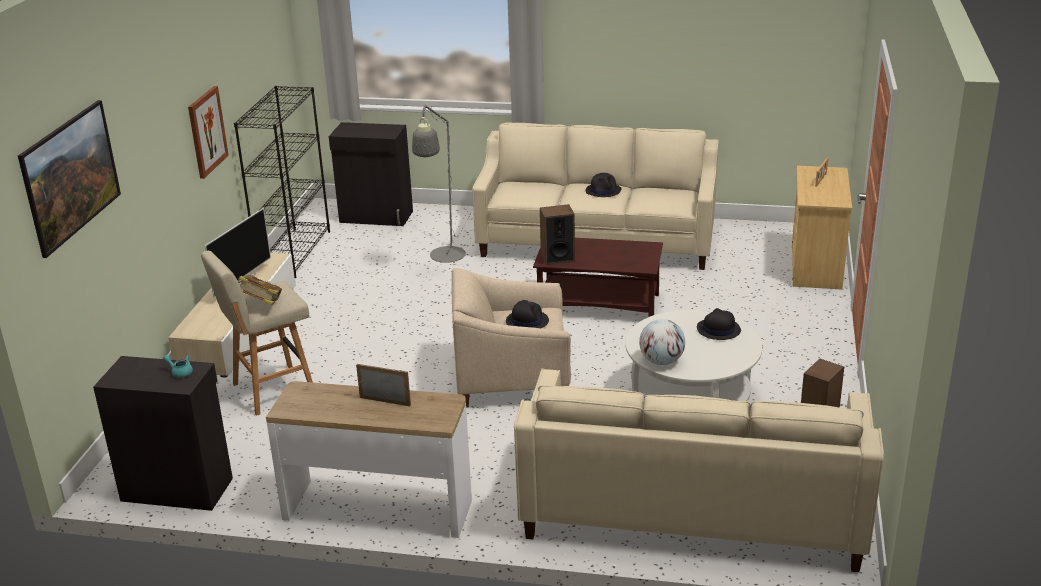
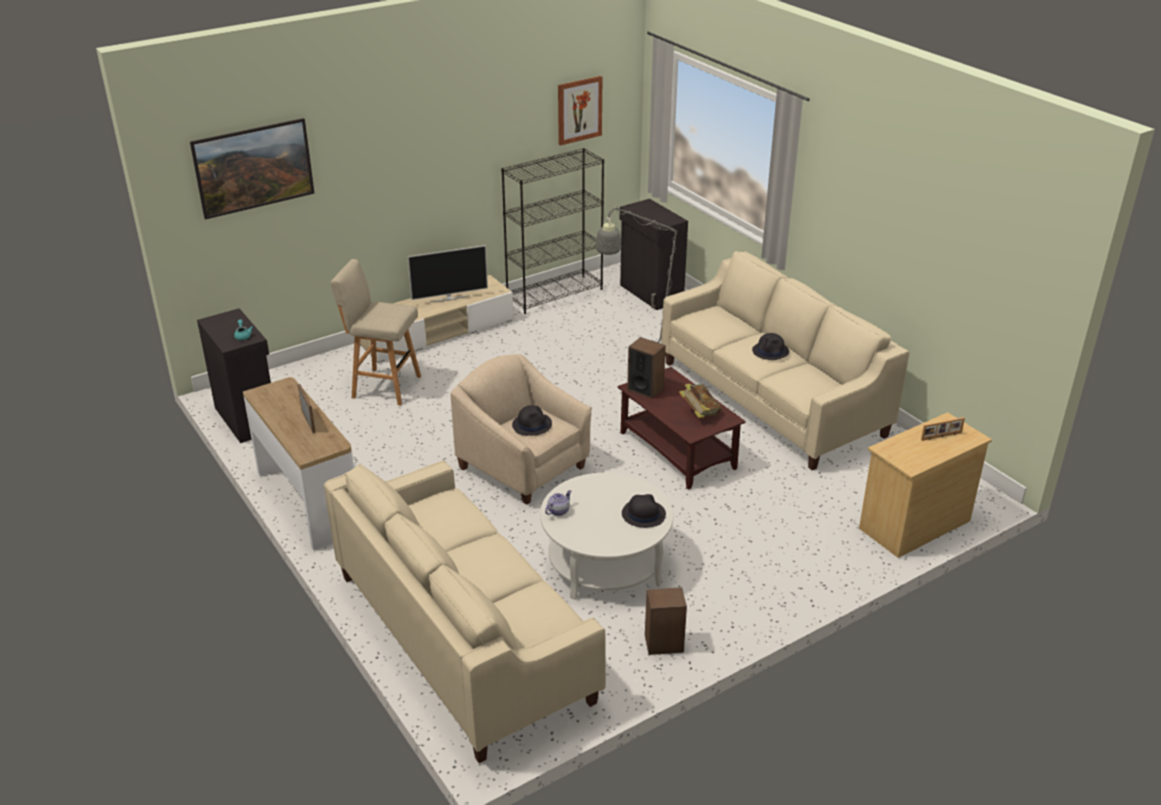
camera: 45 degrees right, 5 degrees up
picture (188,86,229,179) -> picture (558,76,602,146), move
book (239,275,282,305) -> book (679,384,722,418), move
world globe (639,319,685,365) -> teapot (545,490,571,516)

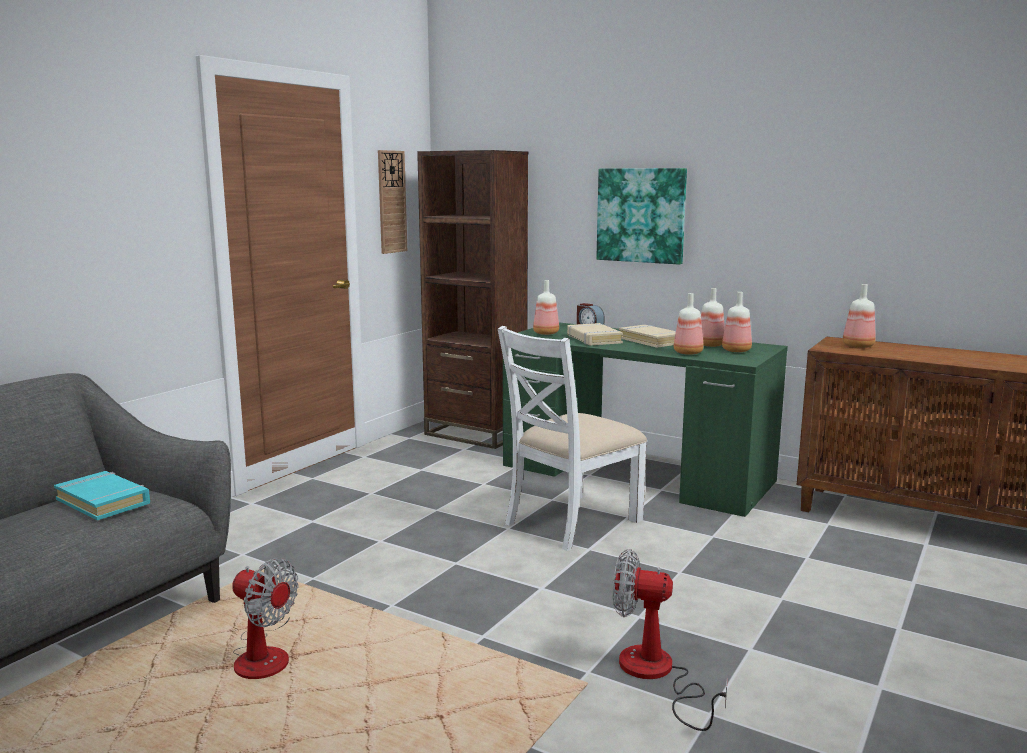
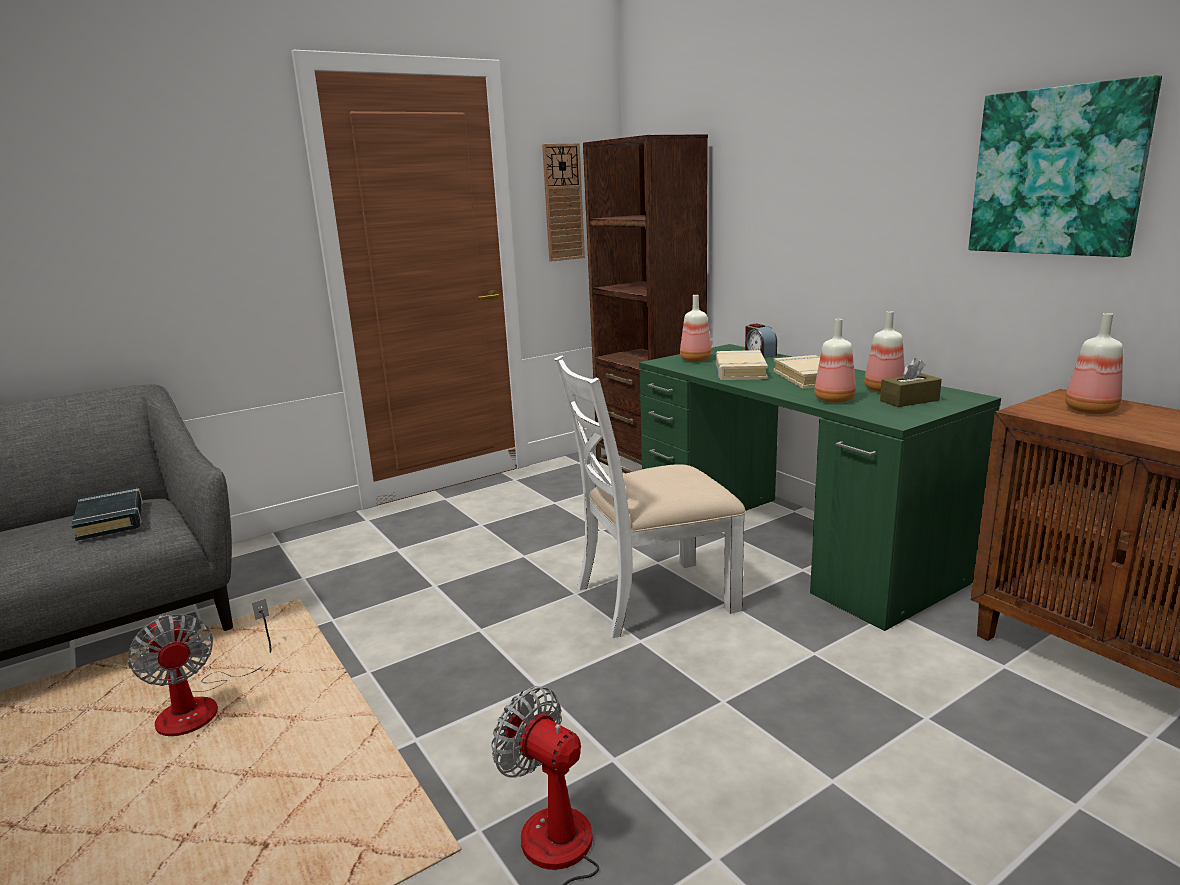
camera: 25 degrees right, 5 degrees up
picture (596,168,687,265) -> picture (969,75,1162,257), move
drink bottle (722,292,752,352) -> brown-coloured box of tissues (880,358,942,407)
blue-green book (54,471,150,520) -> blackish book (71,486,143,541)

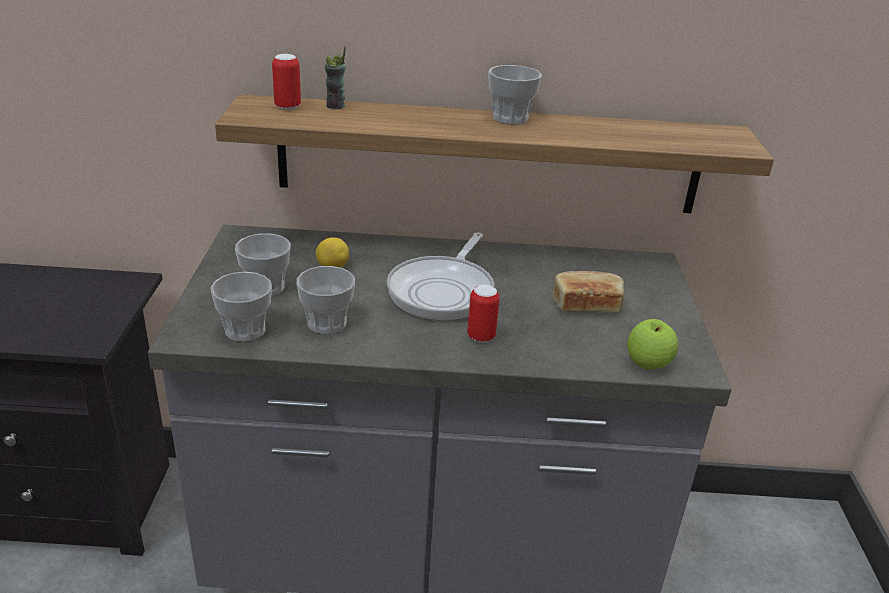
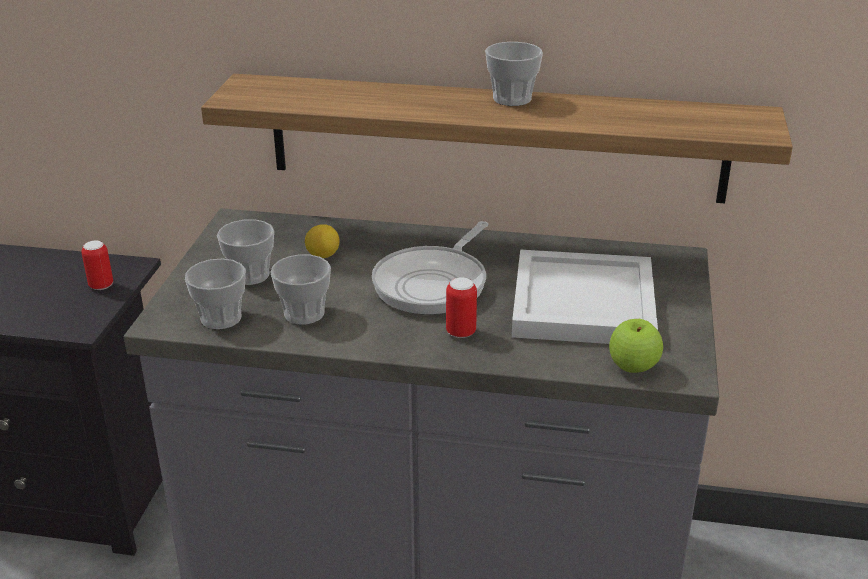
camera: 10 degrees right, 0 degrees up
small cup (325,47,346,109) -> none
sealed can (272,54,301,110) -> sealed can (81,241,113,290), move
bread (553,271,624,313) -> white-coloured serving tray (512,250,658,344)

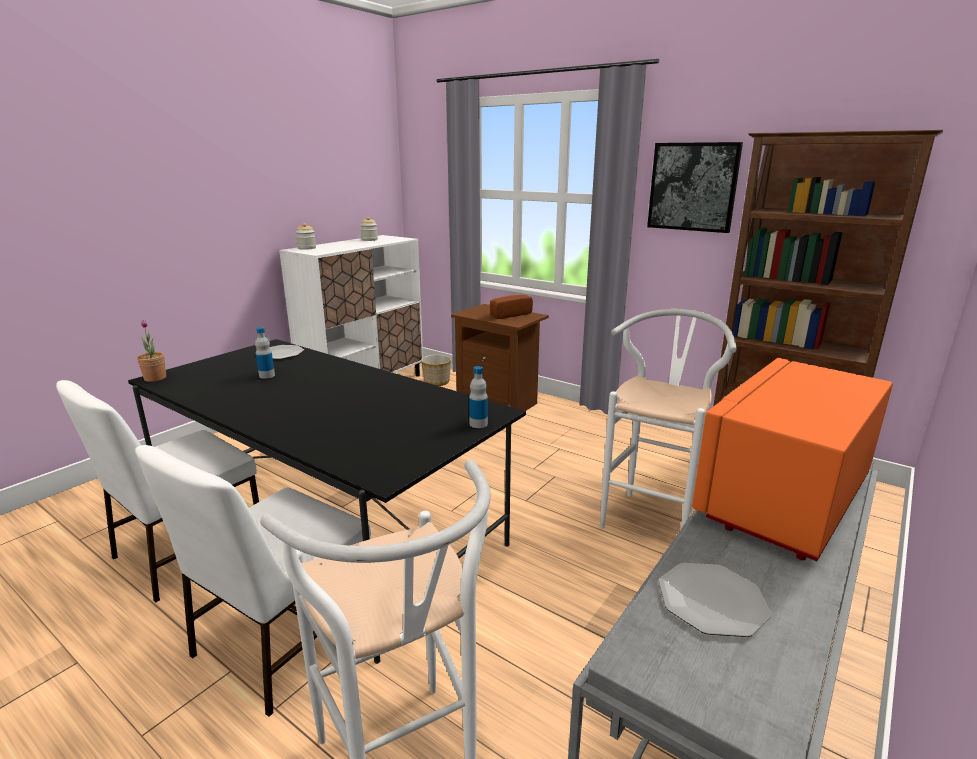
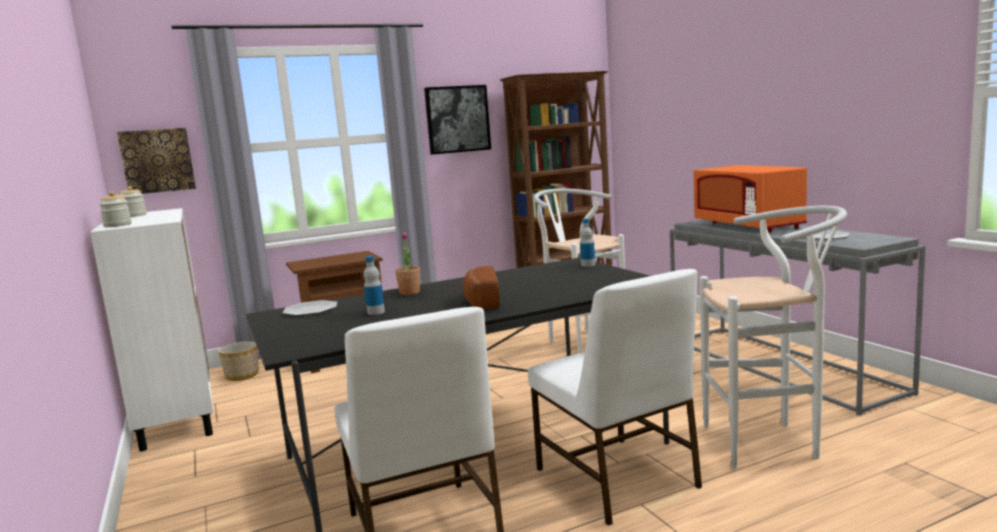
camera: 60 degrees left, 10 degrees down
bread (490,295,533,319) -> bread (463,266,500,309), move
potted plant (137,320,166,382) -> potted plant (395,232,420,295), move
none -> picture (117,128,196,194)

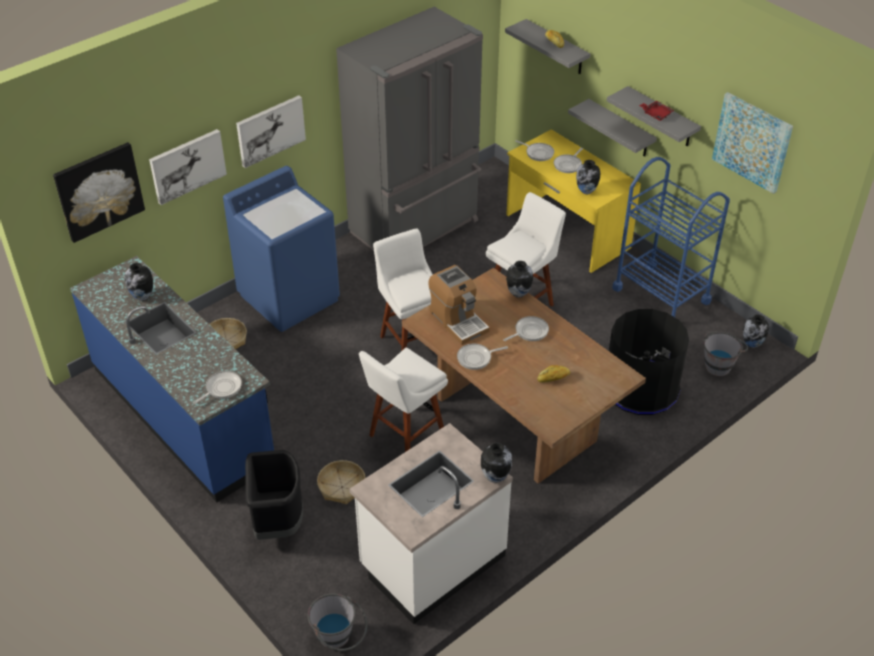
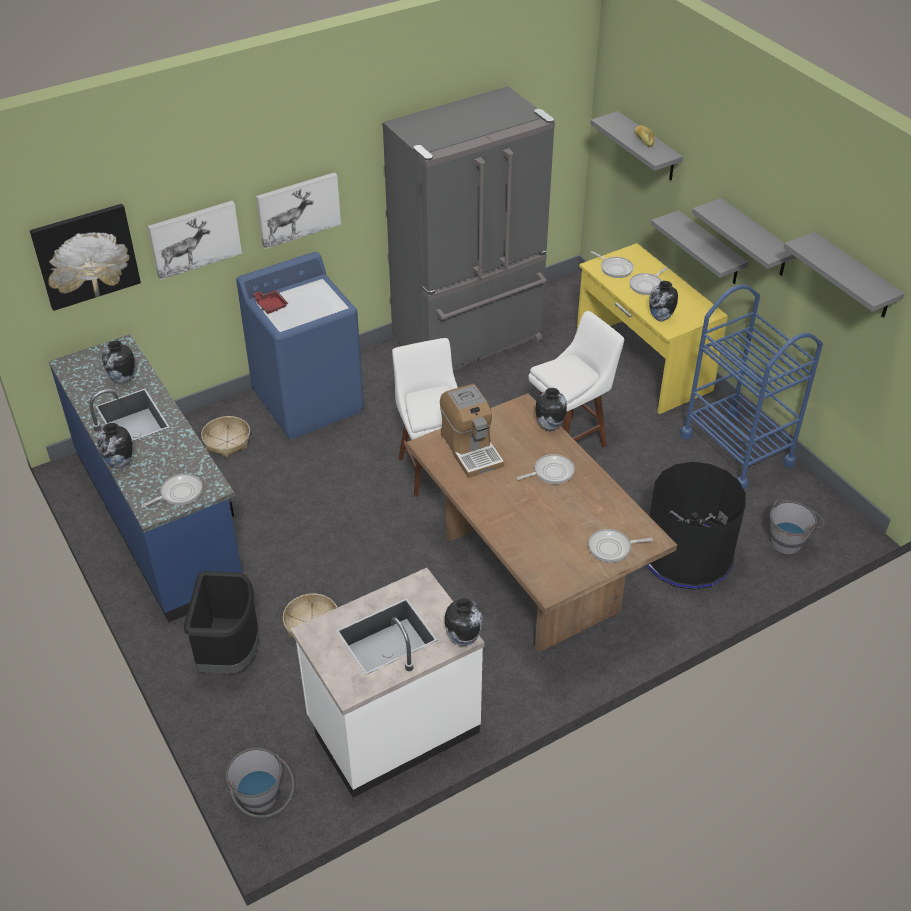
camera: 10 degrees right, 0 degrees up
picture (712,92,793,194) -> grey shelf (784,232,905,318)
red serving tray (639,101,674,121) -> red serving tray (253,290,288,314), move
decorative vase (743,314,769,348) -> decorative vase (97,423,132,468), move
pan (457,344,508,370) -> pan (588,529,653,563), move
white-coloured sitting stool (359,348,448,452) -> none
bread (537,365,570,383) -> none

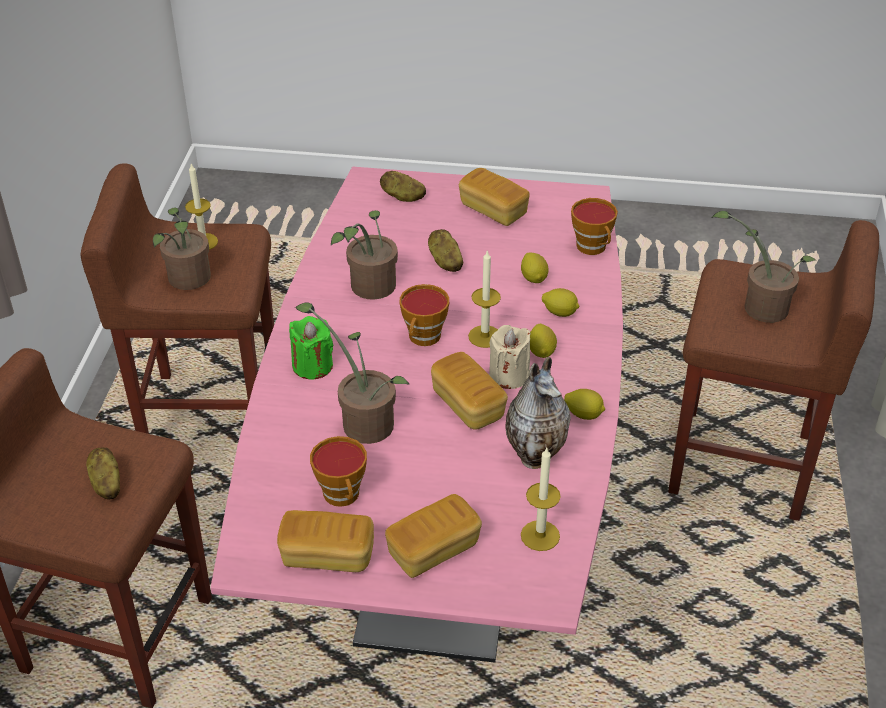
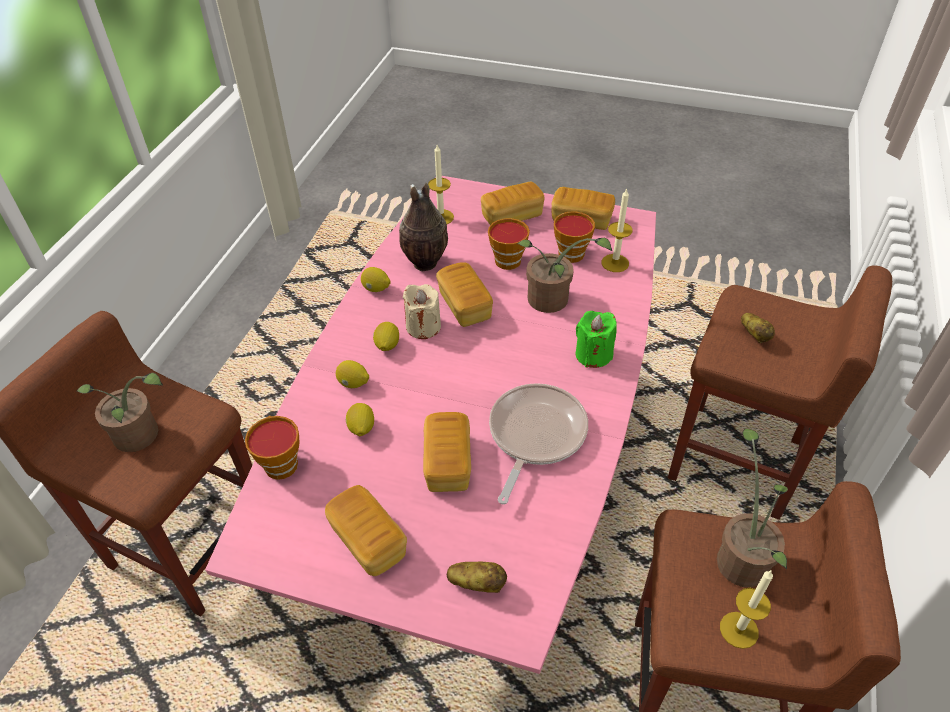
camera: 170 degrees left, 5 degrees up
potted plant (331,210,398,300) -> pan (489,383,588,504)
whole potato (428,229,463,272) -> bread (423,412,471,492)
candle (468,251,501,348) -> candle (601,188,633,272), move
small cup (400,284,449,346) -> small cup (488,218,530,270), move

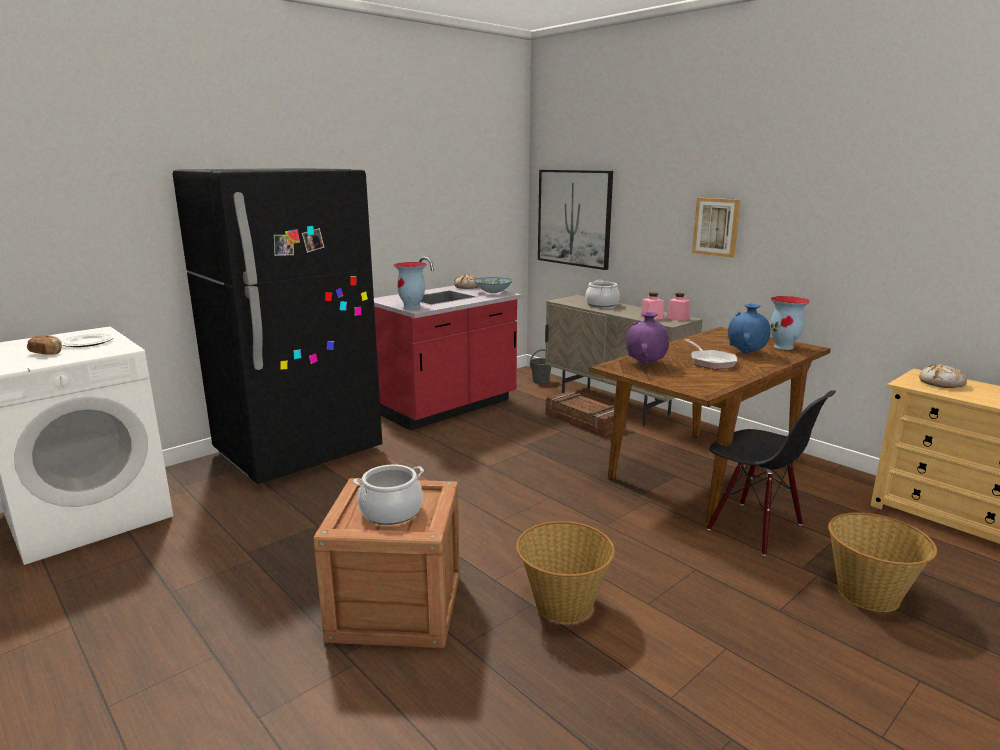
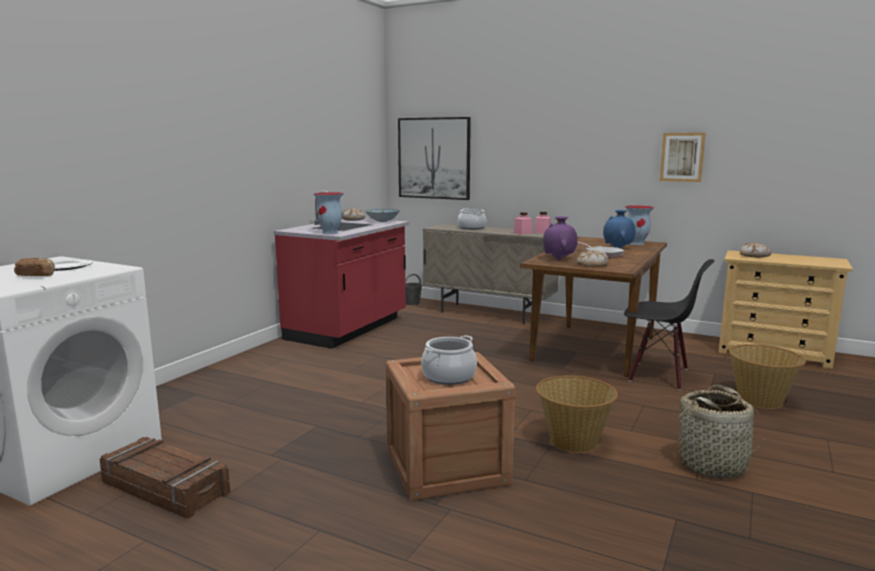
camera: 20 degrees left, 5 degrees down
blackish refrigerator (173,168,382,484) -> none
picture (692,198,741,257) -> picture (660,133,706,182), move
shipping crate (545,391,626,437) -> shipping crate (99,437,230,519), move
none -> bread (577,251,609,267)
none -> household basket (673,385,765,479)

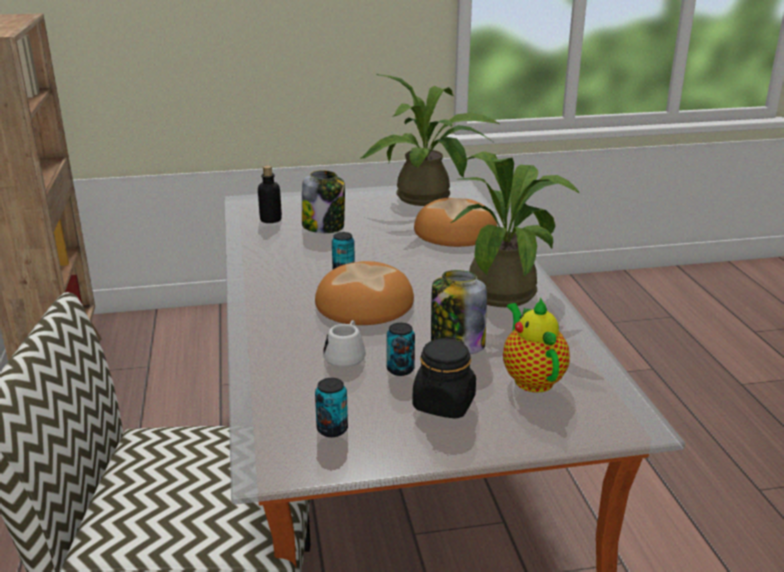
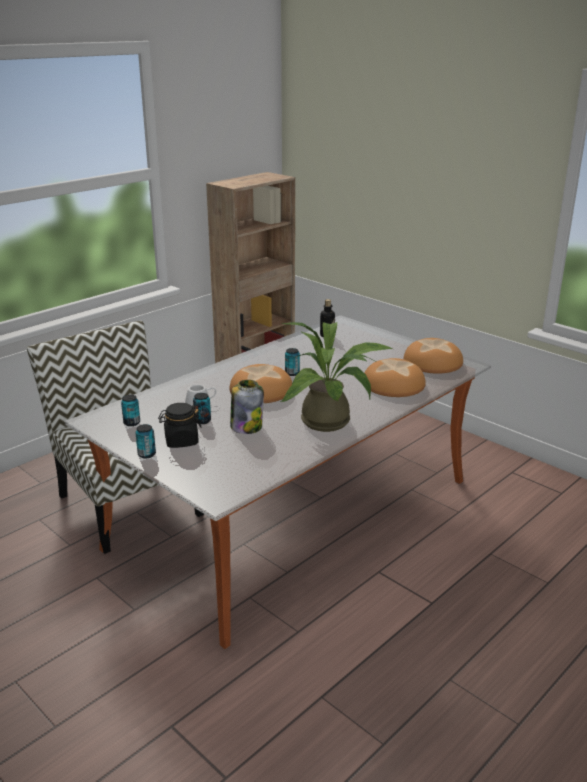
camera: 55 degrees right, 0 degrees up
potted plant (361,74,501,206) -> bread (404,338,463,374)
storage jar (302,170,345,233) -> none
teapot (503,297,570,393) -> none
none -> sealed can (135,424,156,458)

